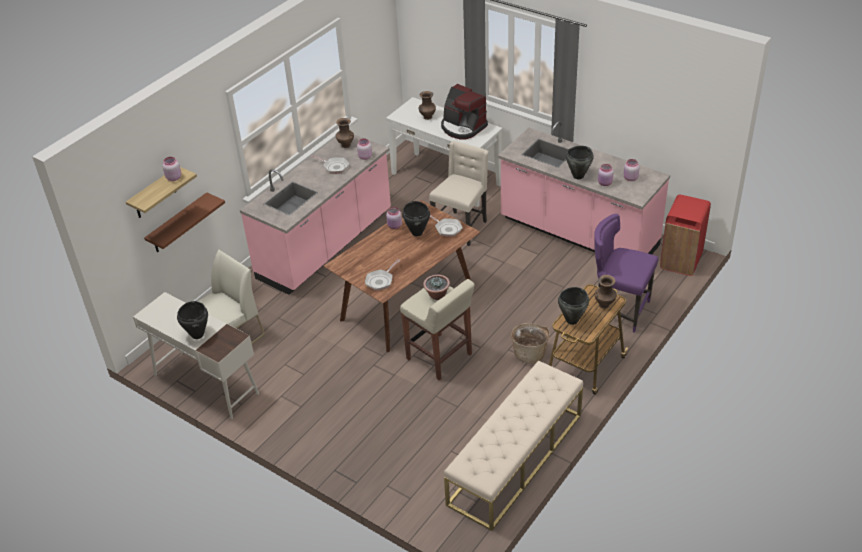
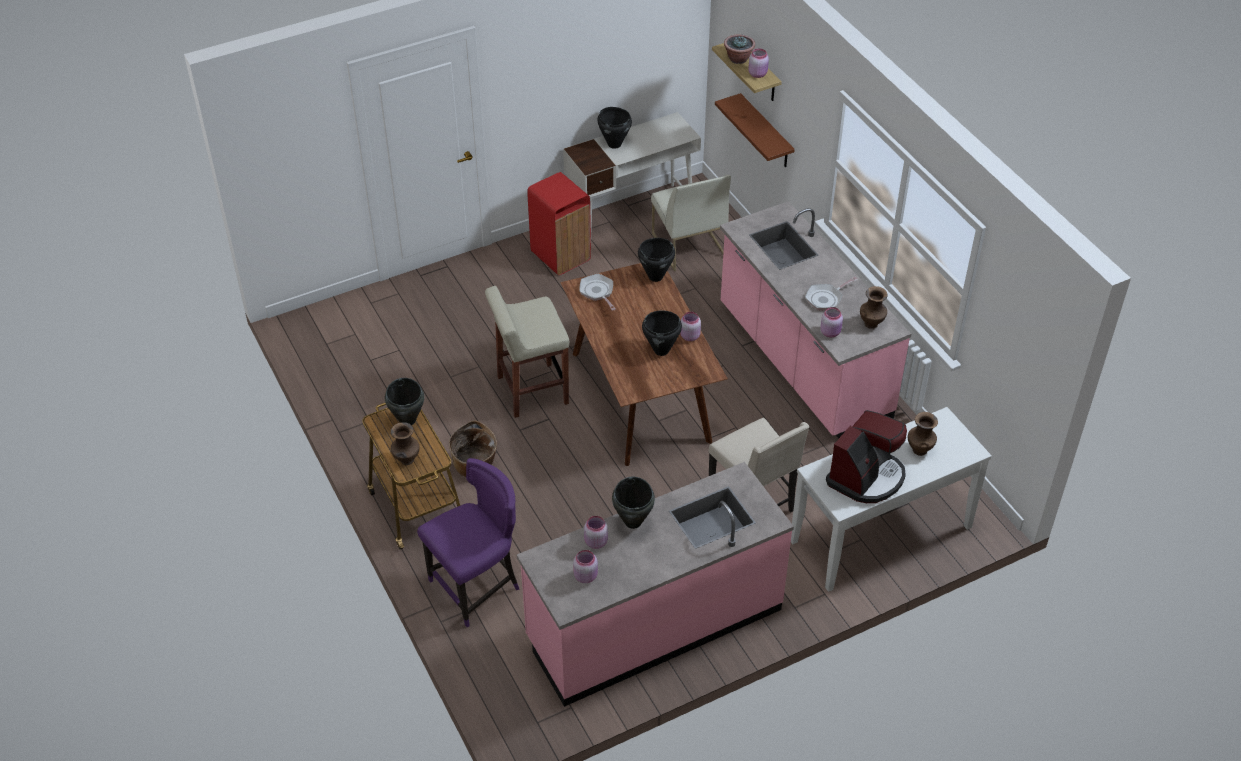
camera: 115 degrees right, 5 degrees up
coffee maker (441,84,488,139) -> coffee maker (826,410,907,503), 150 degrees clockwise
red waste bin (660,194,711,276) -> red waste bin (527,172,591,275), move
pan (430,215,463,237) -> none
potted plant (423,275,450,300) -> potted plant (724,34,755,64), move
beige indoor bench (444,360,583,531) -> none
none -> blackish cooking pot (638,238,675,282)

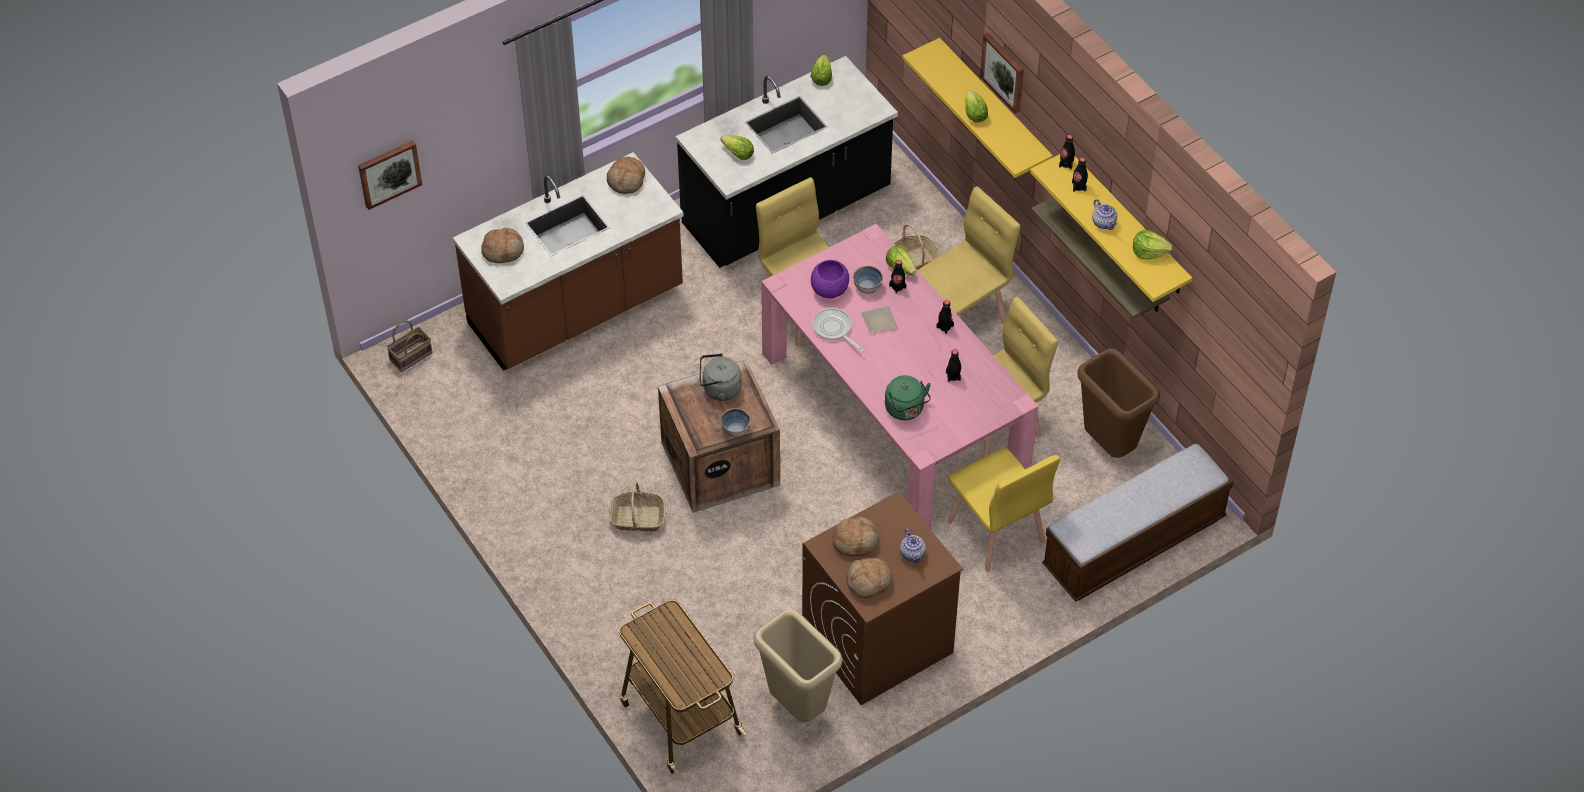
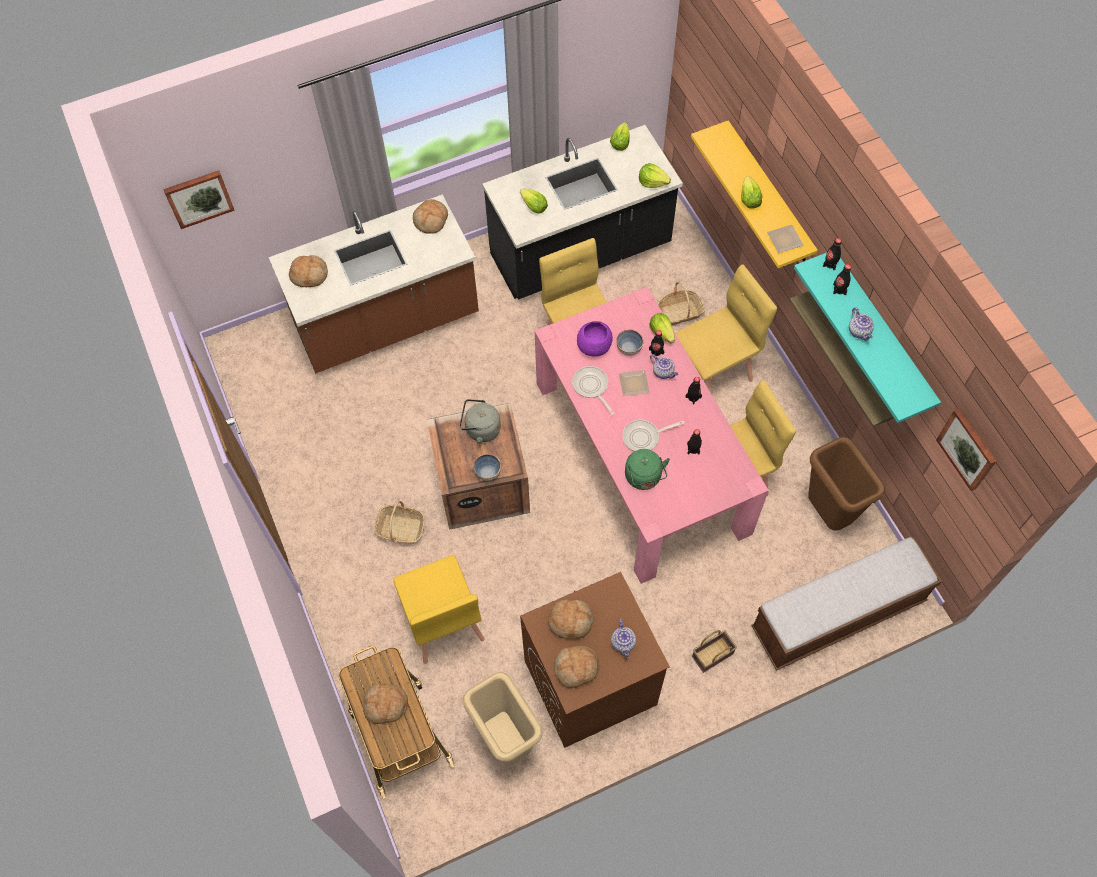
camera: 10 degrees right, 10 degrees up
picture (980,33,1024,114) -> picture (936,408,997,491), move
yellow-coloured shelf (1030,154,1192,302) -> blue-green shelf (794,253,941,423)
lettuce (1133,230,1173,259) -> lettuce (639,163,671,188), move
household basket (386,320,432,372) -> household basket (692,630,737,673), move
yellow-coloured plain chair (947,448,1060,572) -> yellow-coloured plain chair (393,555,485,664), move
none -> flat dish (767,225,804,253)
none -> teapot (650,354,678,379)
none -> pan (622,420,685,452)
none -> bread (363,684,408,724)

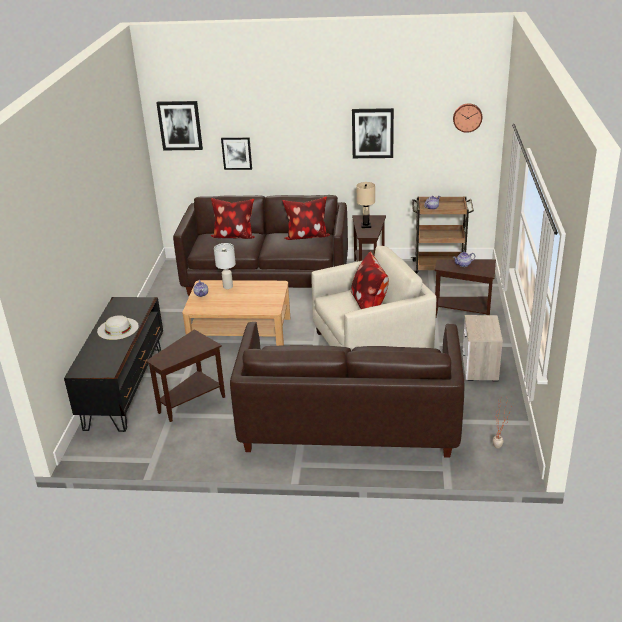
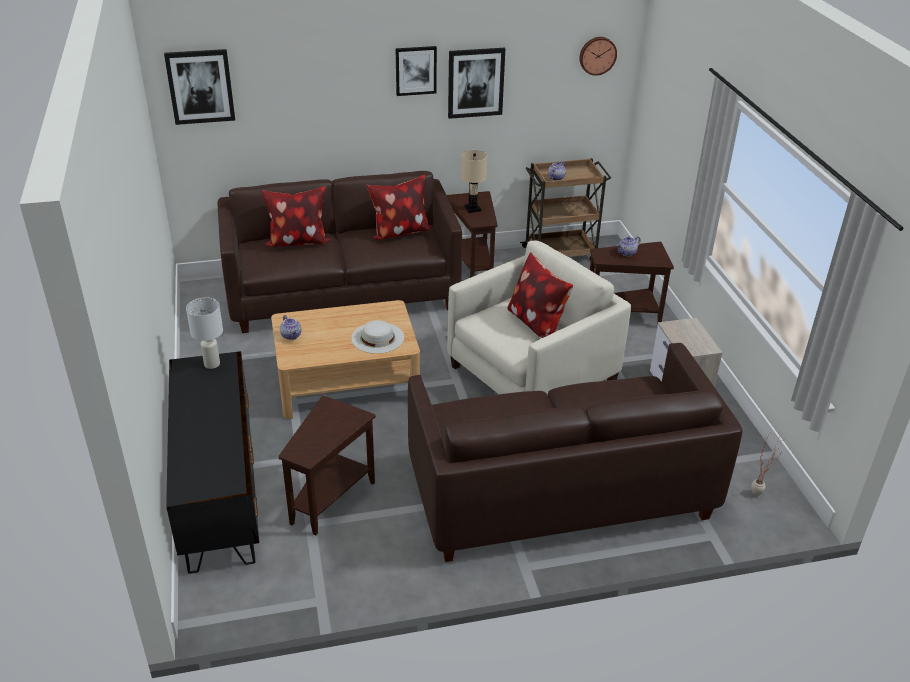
camera: 20 degrees left, 5 degrees up
picture (221,137,252,170) -> picture (395,46,437,96), move
white-coloured table lamp (214,243,236,289) -> white-coloured table lamp (186,297,223,369), move
white-coloured clothing hat (97,315,139,340) -> white-coloured clothing hat (351,320,404,354), move

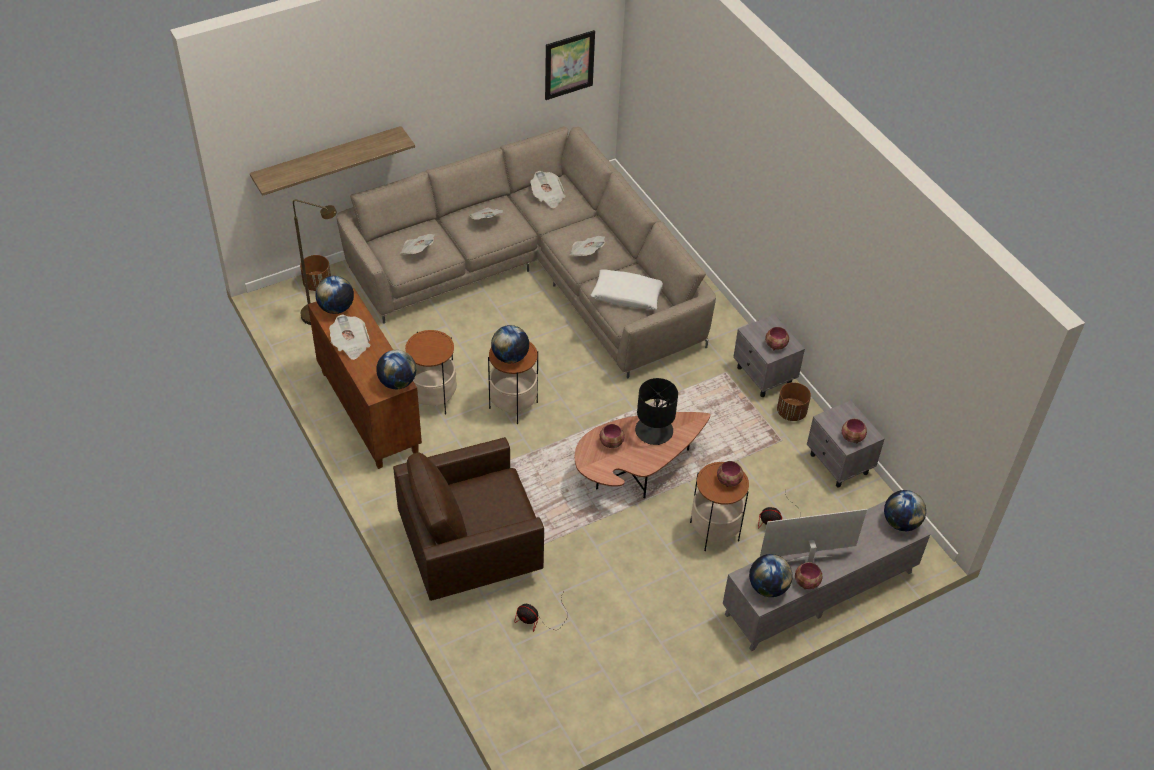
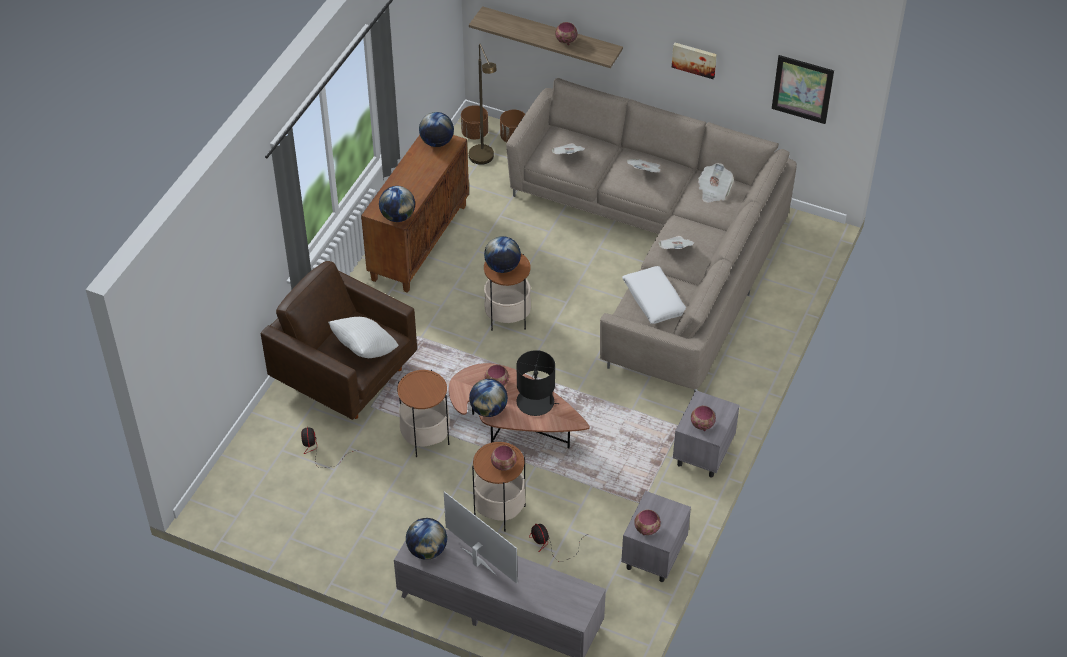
camera: 55 degrees right, 0 degrees up
printed paper (329,314,371,360) -> none
side table (405,330,457,415) -> side table (397,370,450,457), move
brown-coloured flower pot (777,382,811,421) -> brown-coloured flower pot (461,105,488,140), move
world globe (884,490,926,531) -> world globe (469,379,508,417), move
deep dish (795,562,823,589) -> deep dish (555,22,577,45), move
none -> picture (672,43,717,79)
none -> white-coloured cushion (328,317,399,358)

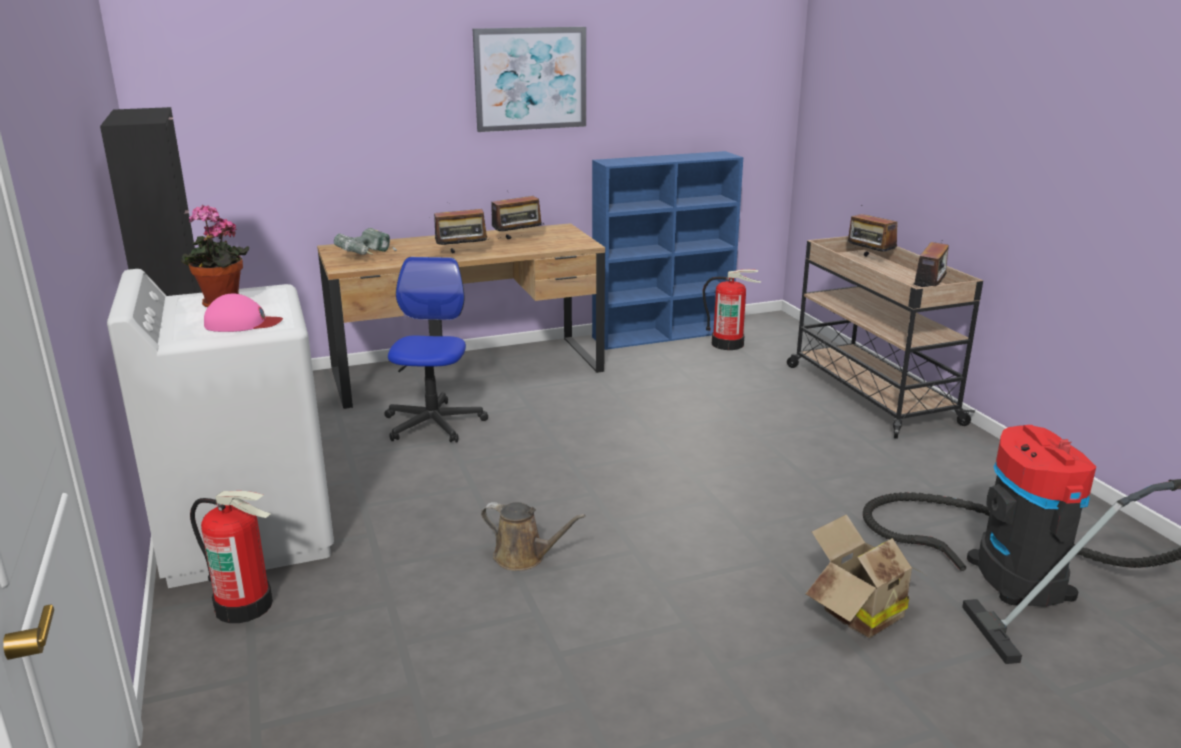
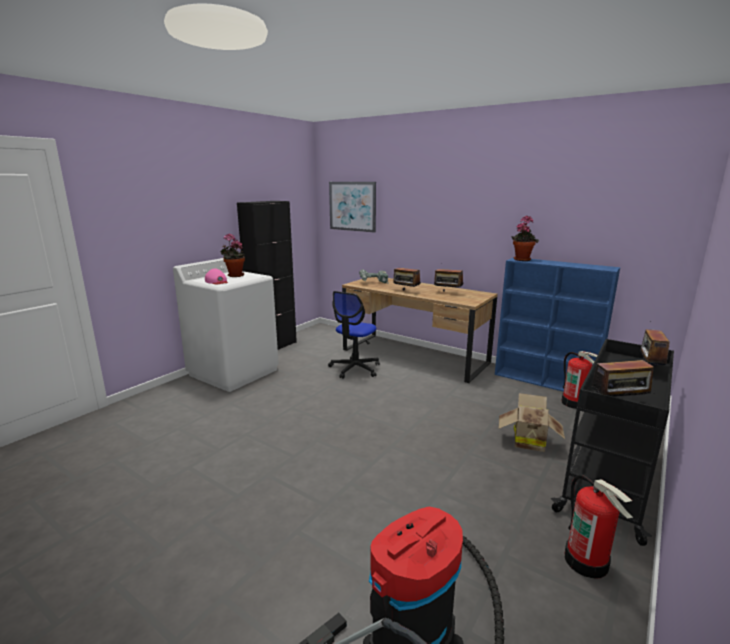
camera: 55 degrees right, 5 degrees down
picture (473,27,586,132) -> picture (329,182,376,233), move
beige wheeled cart (787,236,983,439) -> blackish wheeled cart (551,339,674,546)
office chair (384,257,488,442) -> office chair (328,291,380,379), 150 degrees clockwise
fire-fighting cylinder (190,491,273,623) -> fire-fighting cylinder (564,474,633,579), move
brown-coloured sprinkling can (481,502,586,571) -> none
cardboard box (806,514,928,638) -> cardboard box (499,393,565,452), move
none -> potted plant (511,215,539,261)

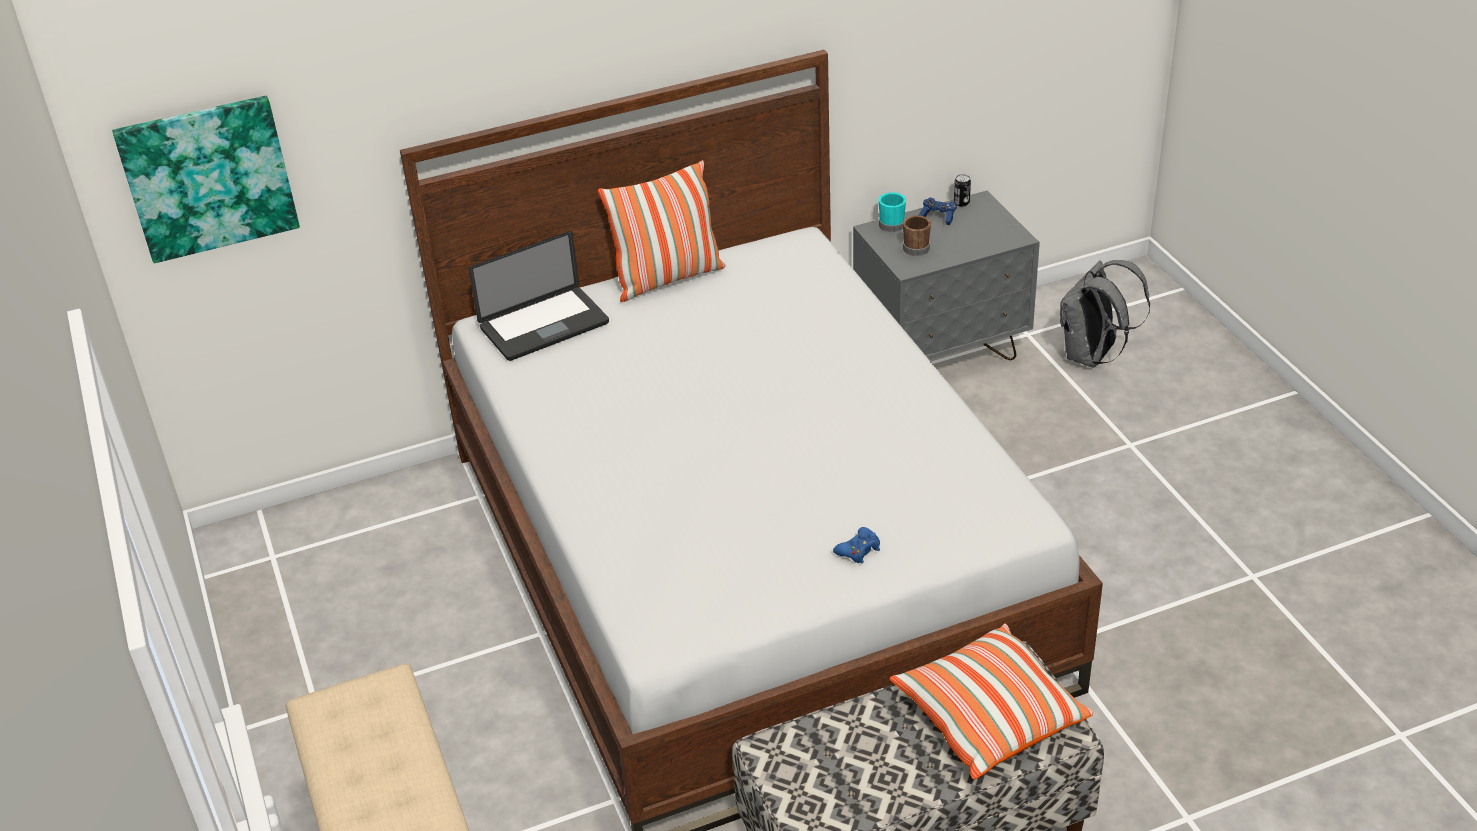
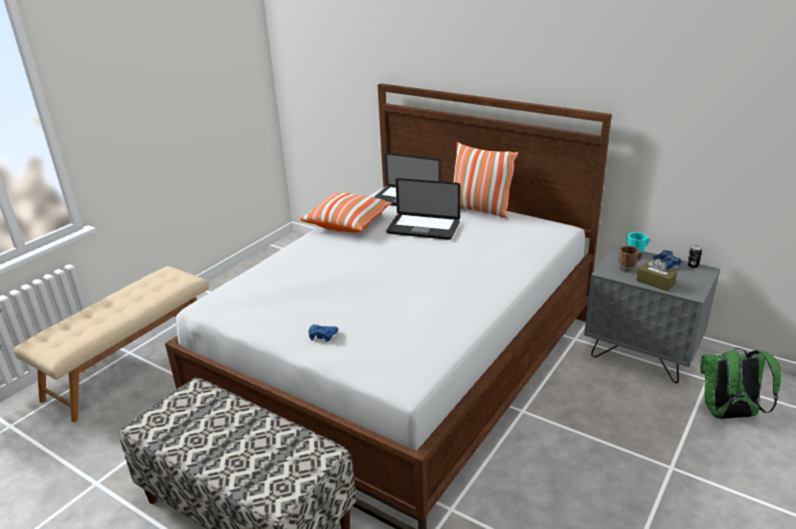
camera: 55 degrees right, 10 degrees down
picture (112,96,300,263) -> none
grey rucksack (1060,260,1150,368) -> green rucksack (700,348,781,419)
cushion (890,623,1094,779) -> cushion (300,193,392,233), move
none -> notebook computer (386,178,460,240)
none -> brown-coloured box of tissues (636,259,677,291)

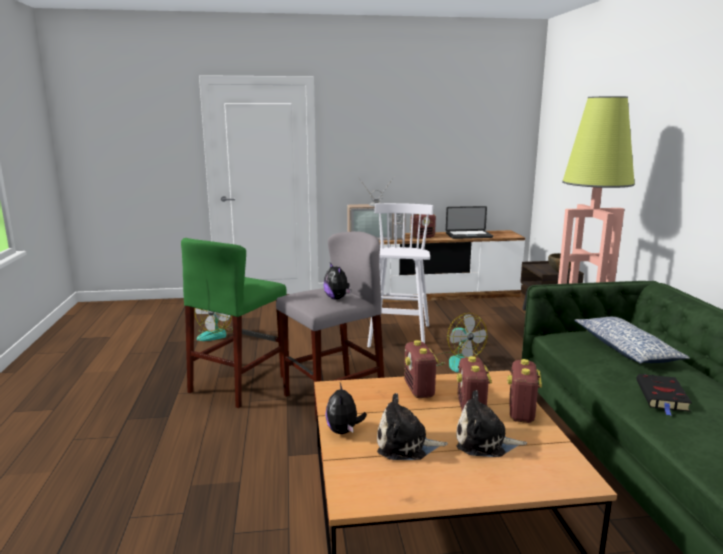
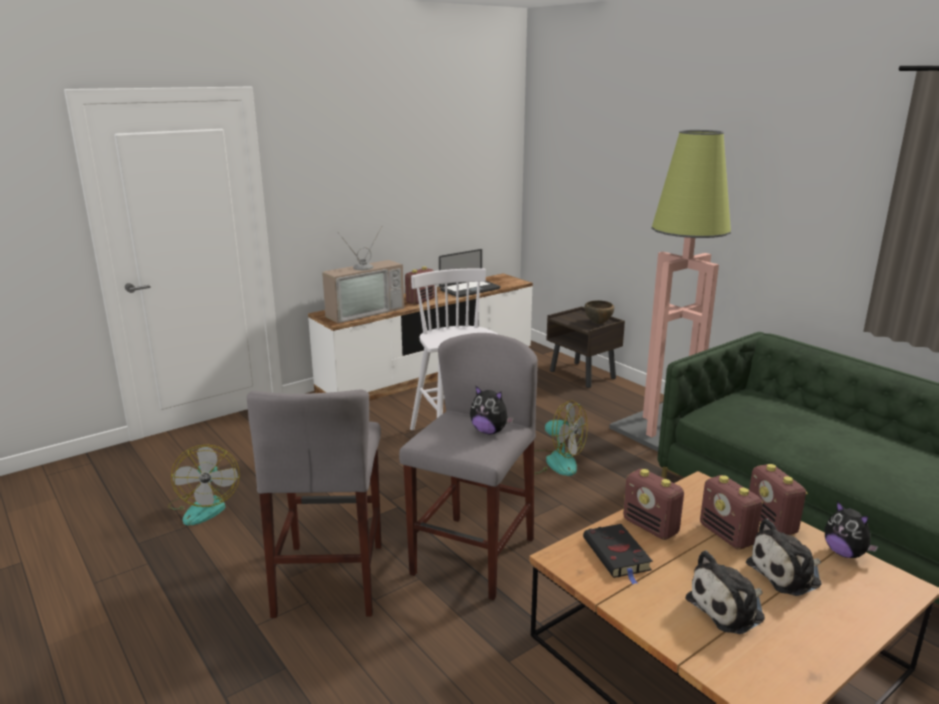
camera: 30 degrees left, 5 degrees up
green sitting stool (181,238,287,408) -> grey sitting stool (247,390,381,618)
cushion (574,317,690,364) -> none
blackish book (636,374,692,416) -> blackish book (583,524,653,584), move
cuddly toy (325,383,367,434) -> cuddly toy (825,501,879,558), move

